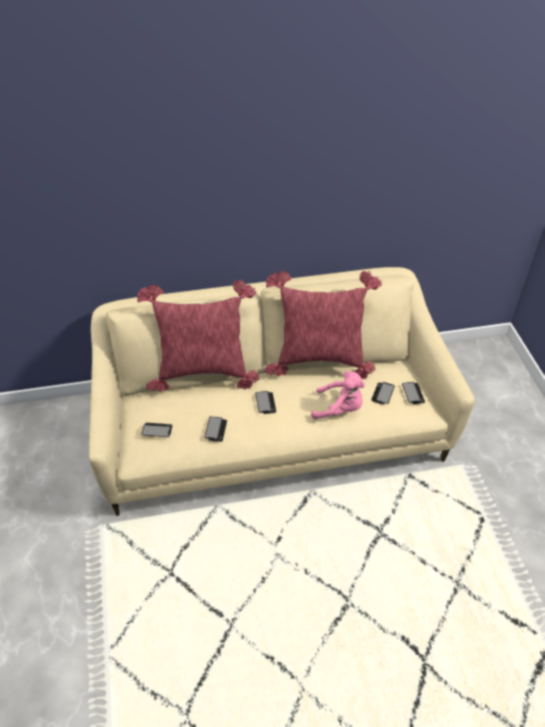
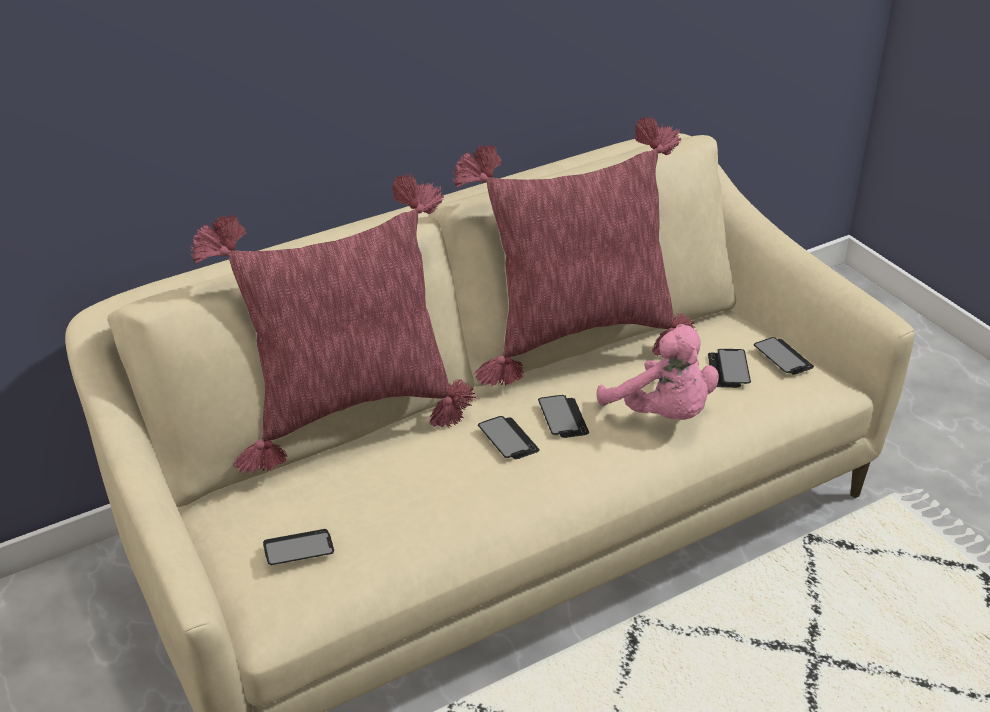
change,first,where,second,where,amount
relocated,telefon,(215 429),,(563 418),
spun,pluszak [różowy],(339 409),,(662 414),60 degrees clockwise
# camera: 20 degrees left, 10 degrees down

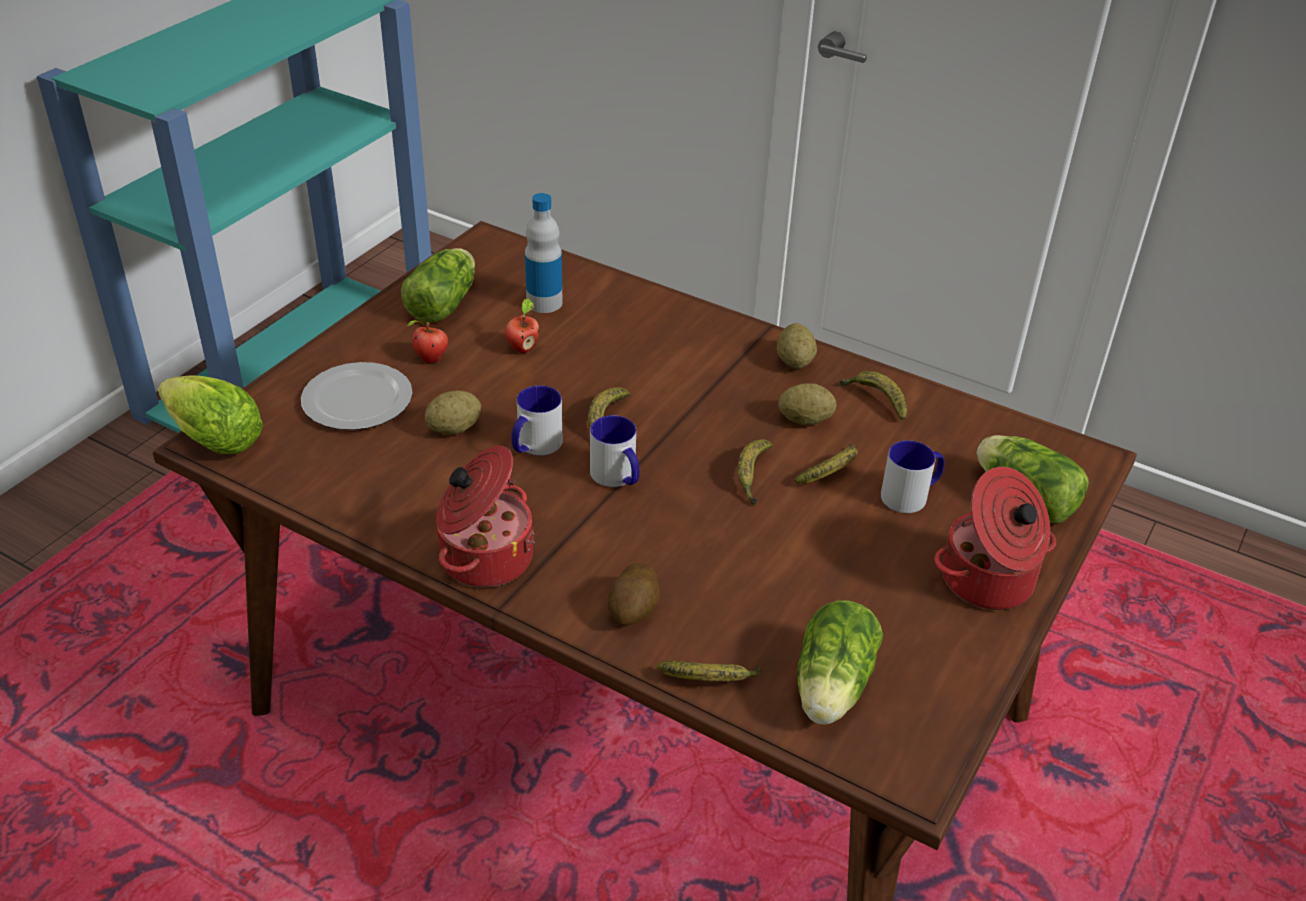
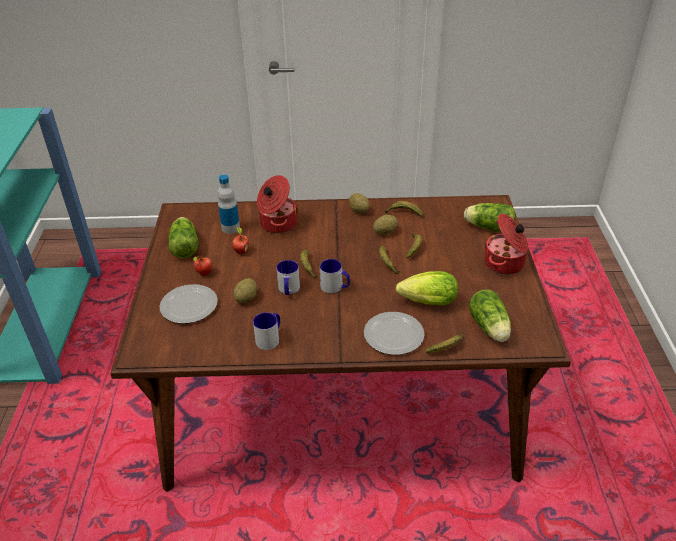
change,first,where,second,where,amount
relocated,sałata,(211 438),,(425 302),
relocated,garnek,(484 557),,(277 224),
exchanged,ziemniak,(633 610),talerz,(393 336),
relocated,kubek,(911 495),,(270 338),
# camera: 30 degrees left, 0 degrees up

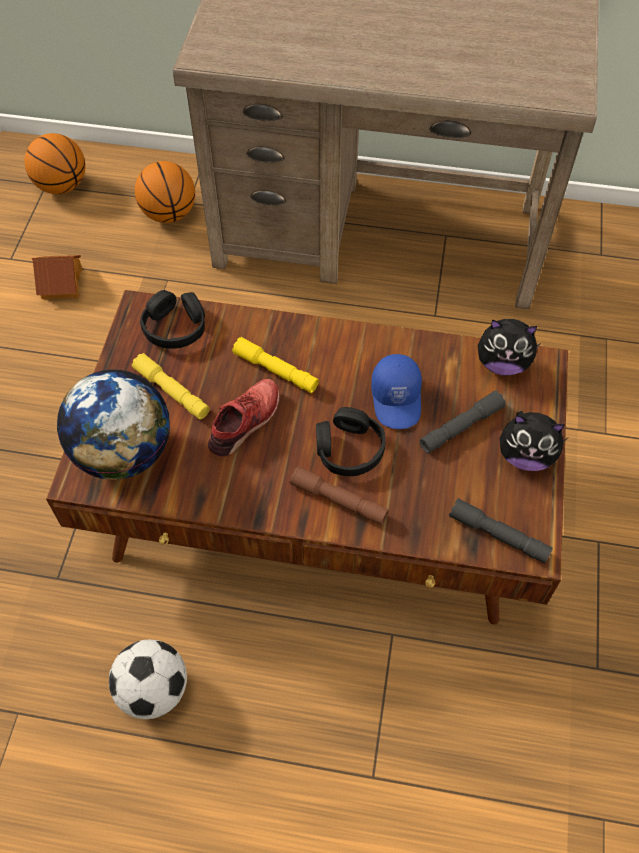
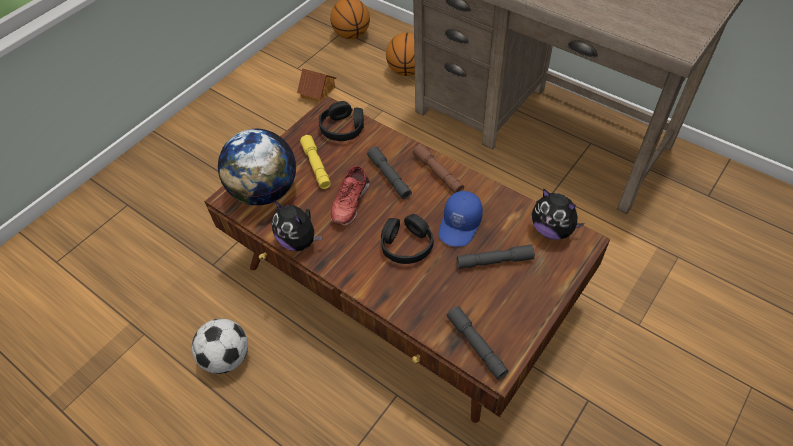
change,first,where,second,where,amount
spun,but [czerwony],(245 422),,(350 202),135 degrees clockwise
colour,latarka [żółty],(275 370),latarka [szary],(389 177),
relocated,latarka [brązowy],(338 500),,(438 173),
relocated,pluszak,(525 456),,(299 241),
# camera: 30 degrees right, 5 degrees down

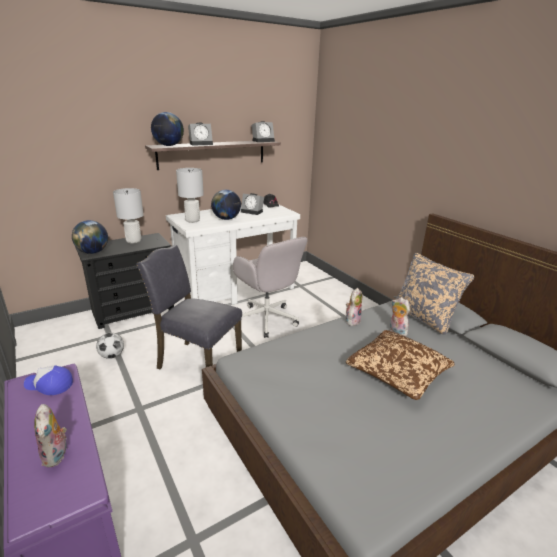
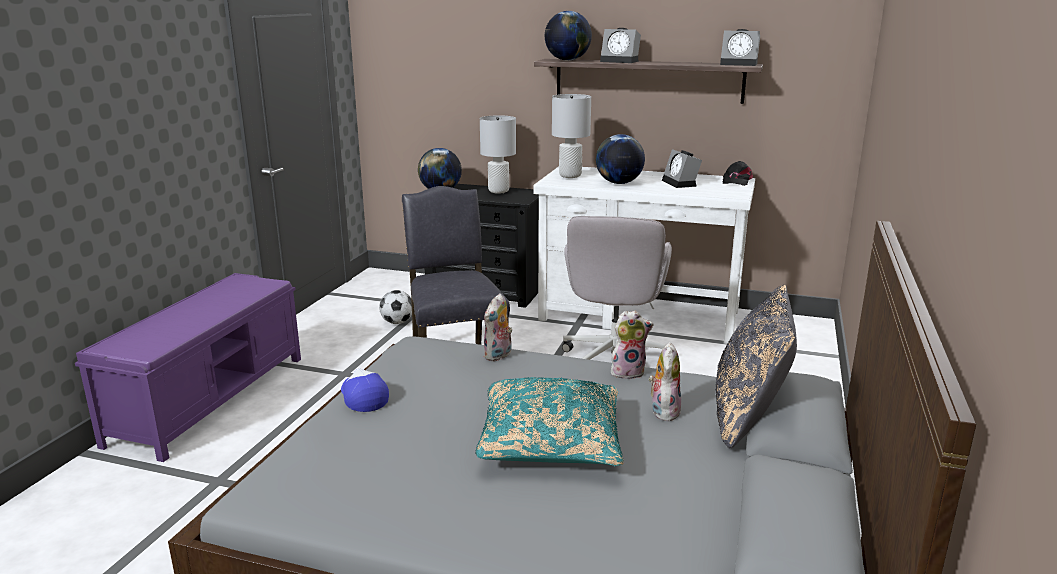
change,first,where,second,where,amount
relocated,czapka z daszkiem,(49 385),,(363 397),
relocated,pluszak,(57 455),,(498 356),
colour,poduszka [brązowy],(398 372),poduszka [turkusowy],(550 441),
# camera: 50 degrees right, 5 degrees down

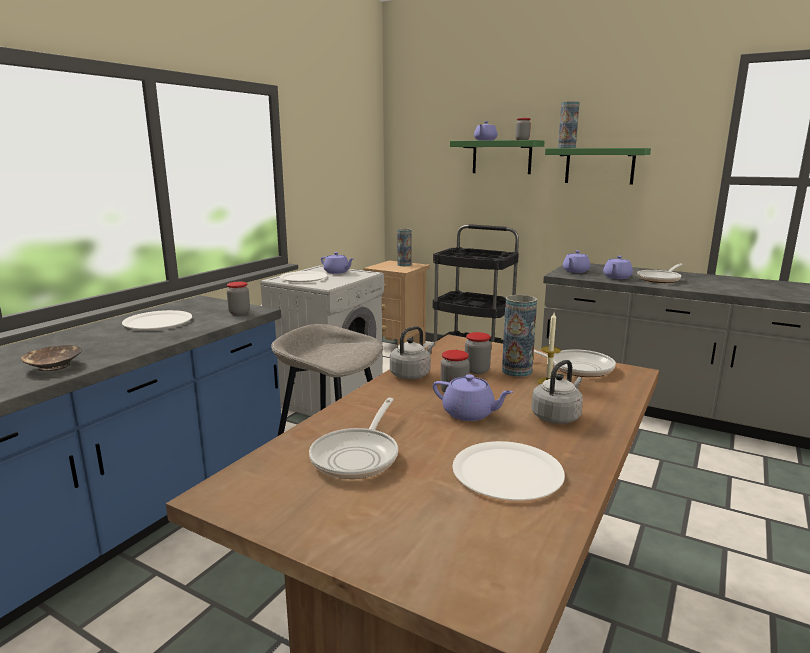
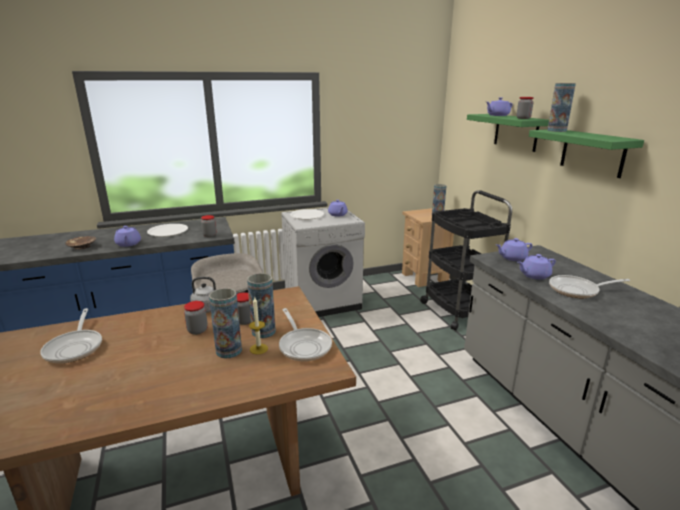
change,first,where,second,where,amount
spun,patelnia,(358 456),,(75 347),75 degrees counterclockwise
relocated,imbryk [fioletowy],(469 414),,(128 244),
missing,talerz [biały],(507 472),,,
missing,czajnik [szary],(557 416),,,
appeared,,,wazon,(229 351),
# camera: 40 degrees right, 5 degrees up

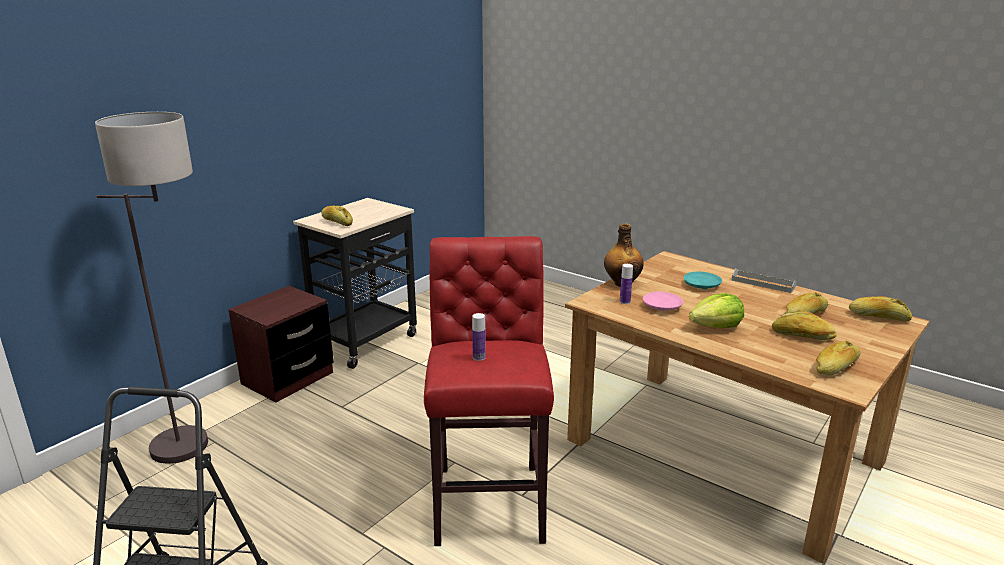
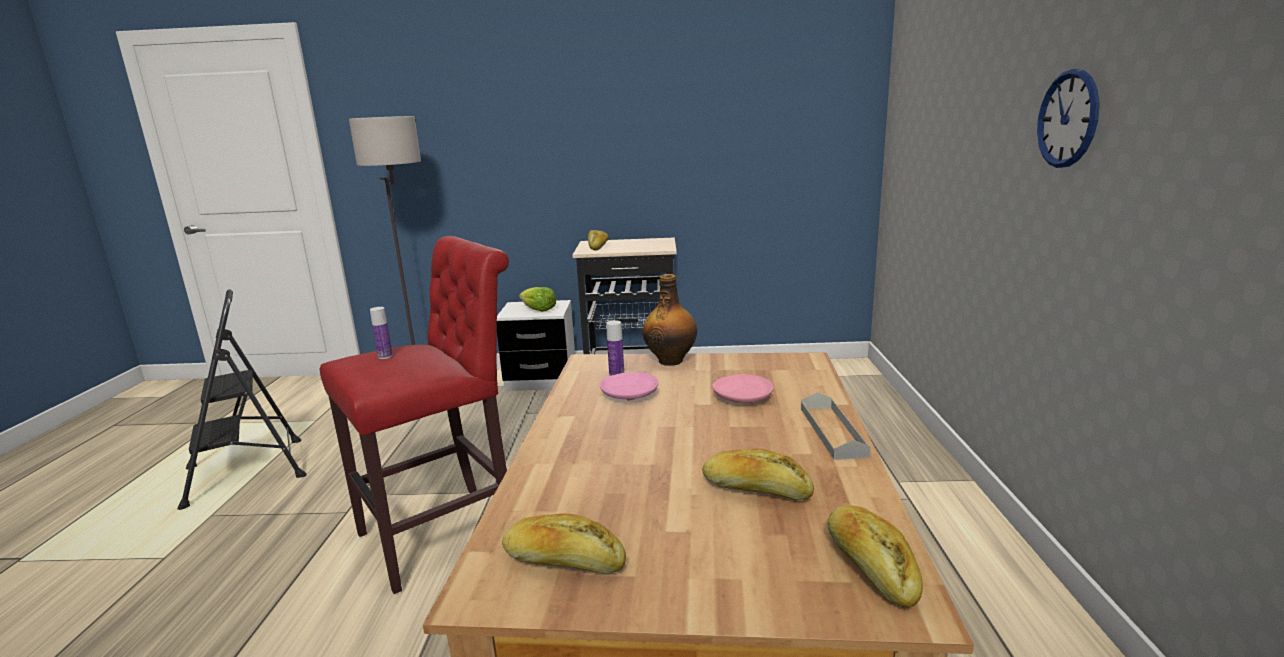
change,first,where,second,where,amount
colour,szafka nocna [brązowy],(288 378),szafka nocna [biały],(541 380),
colour,talerz [turkusowy],(701 285),talerz [różowy],(742 397),
relocated,sałata,(716 327),,(538 310),
missing,chleb,(802 336),,,
appeared,,,zegar ścienny,(1068 119),
# camera: 55 degrees right, 5 degrees down

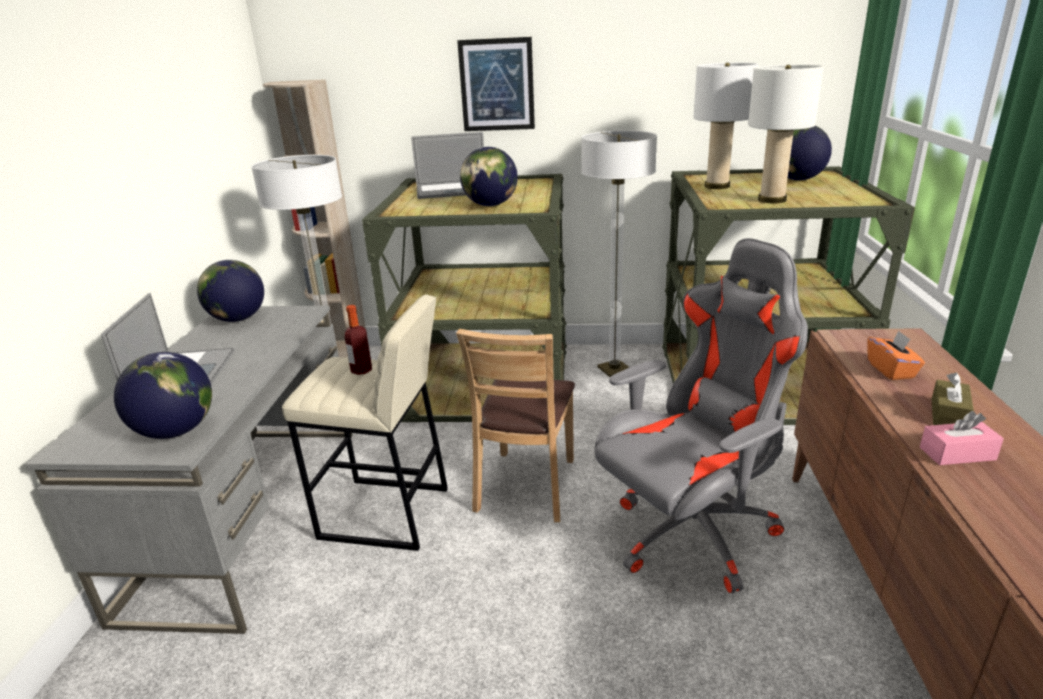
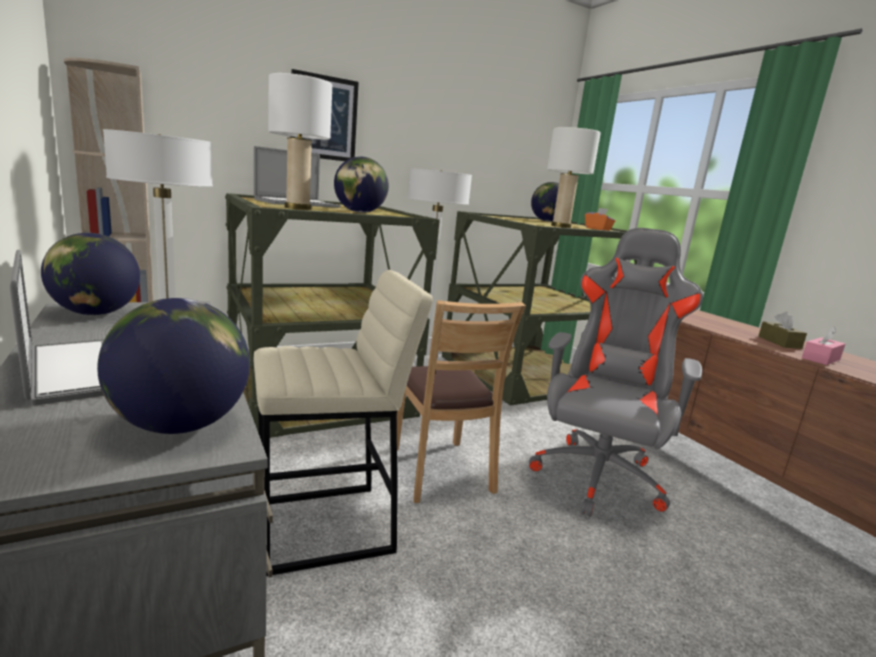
change,first,where,second,where,amount
missing,butelka,(361 370),,,
relocated,lampa stołowa [biały],(717 186),,(298 208),
relocated,pudełko chusteczek [pomarańczowy],(891 370),,(598 229),
# camera: 35 degrees left, 10 degrees down

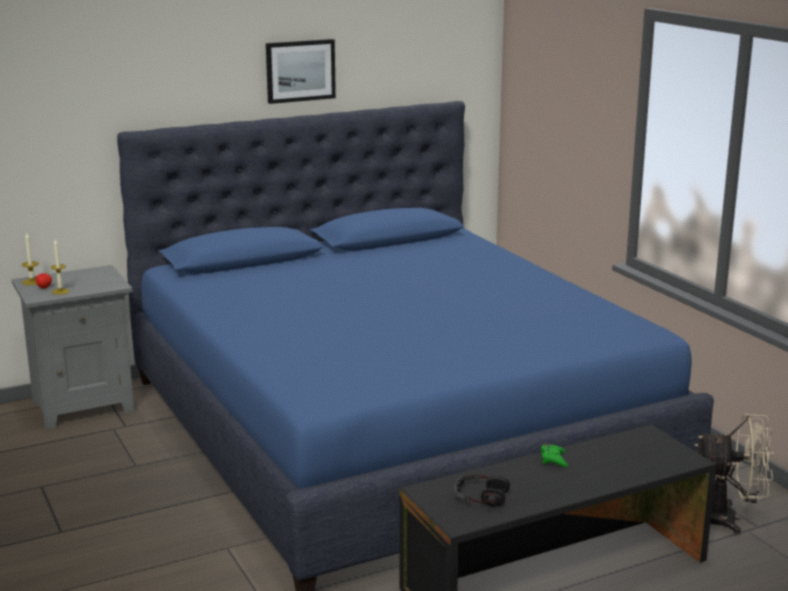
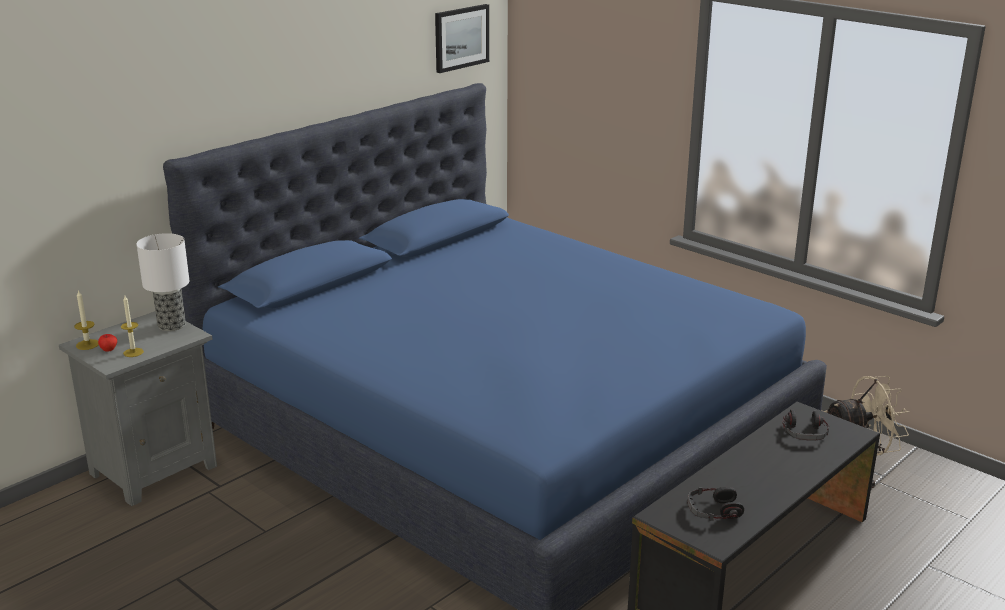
change,first,where,second,where,amount
relocated,obraz,(300 70),,(461 37),
missing,pad do gier [zielony],(553 459),,,
appeared,,,lampa stołowa,(172 325),
appeared,,,słuchawki,(805 432),
# camera: 20 degrees left, 5 degrees up

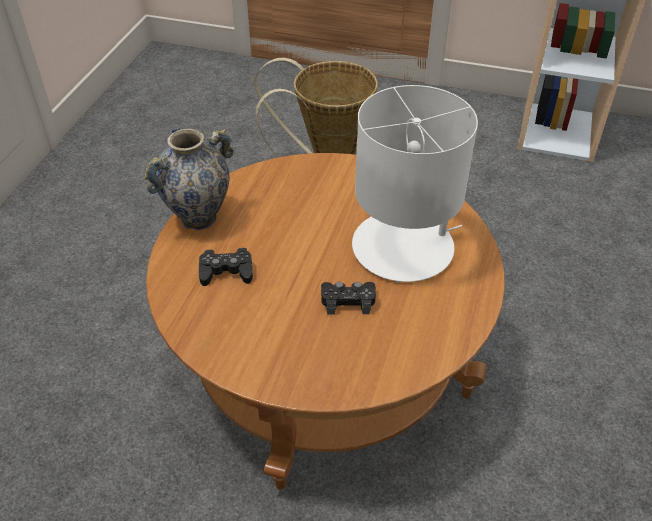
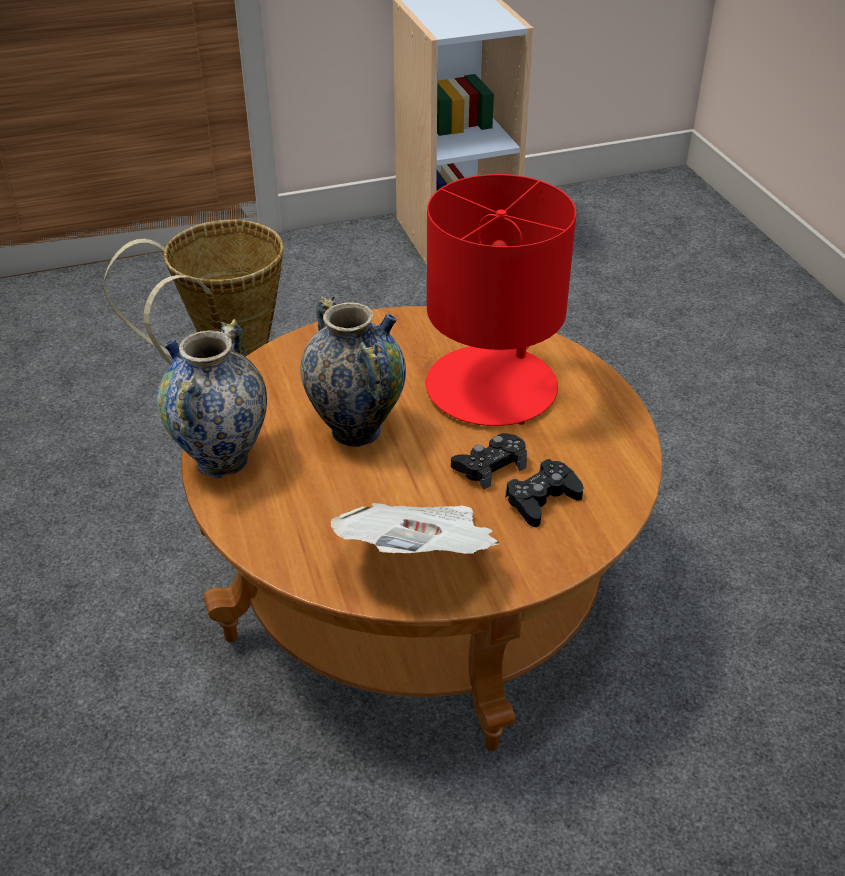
change,first,where,second,where,amount
relocated,pad do gier [czarny],(226 272),,(542 499),
colour,lampa stołowa [biały],(404 247),lampa stołowa [czerwony],(492 387),
appeared,,,wazon,(356 430),
appeared,,,gazeta,(420 558),
# camera: 35 degrees left, 5 degrees down

